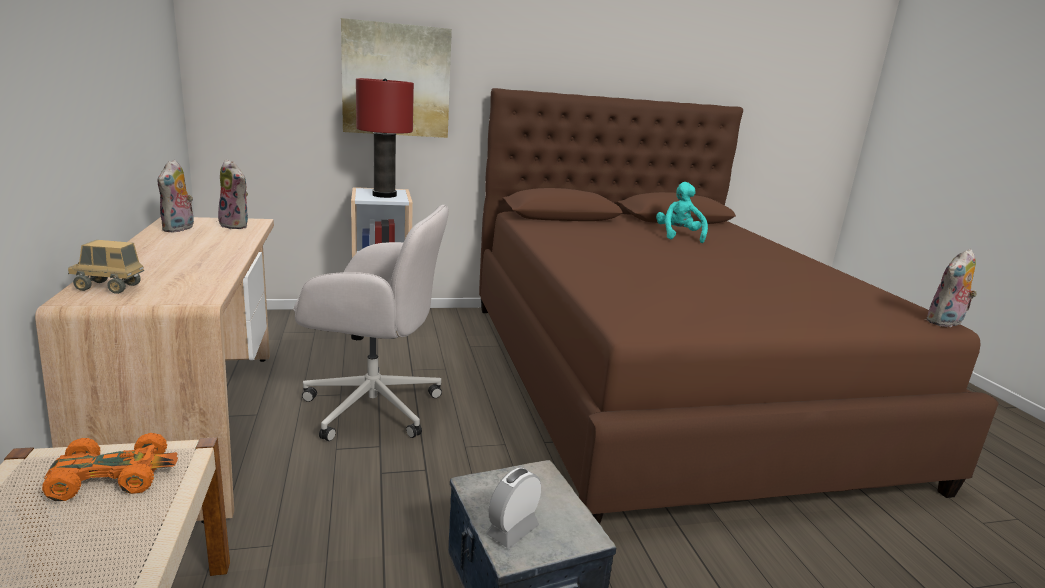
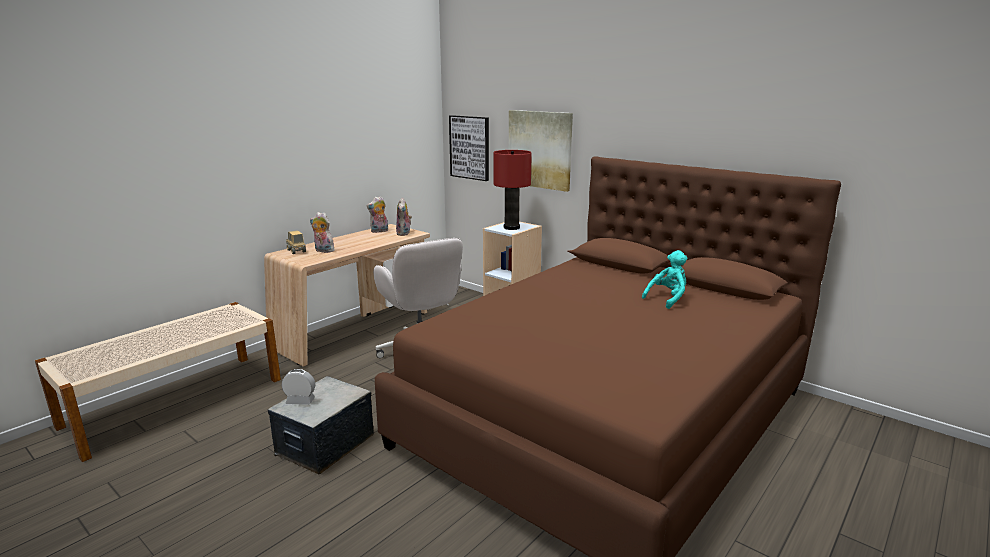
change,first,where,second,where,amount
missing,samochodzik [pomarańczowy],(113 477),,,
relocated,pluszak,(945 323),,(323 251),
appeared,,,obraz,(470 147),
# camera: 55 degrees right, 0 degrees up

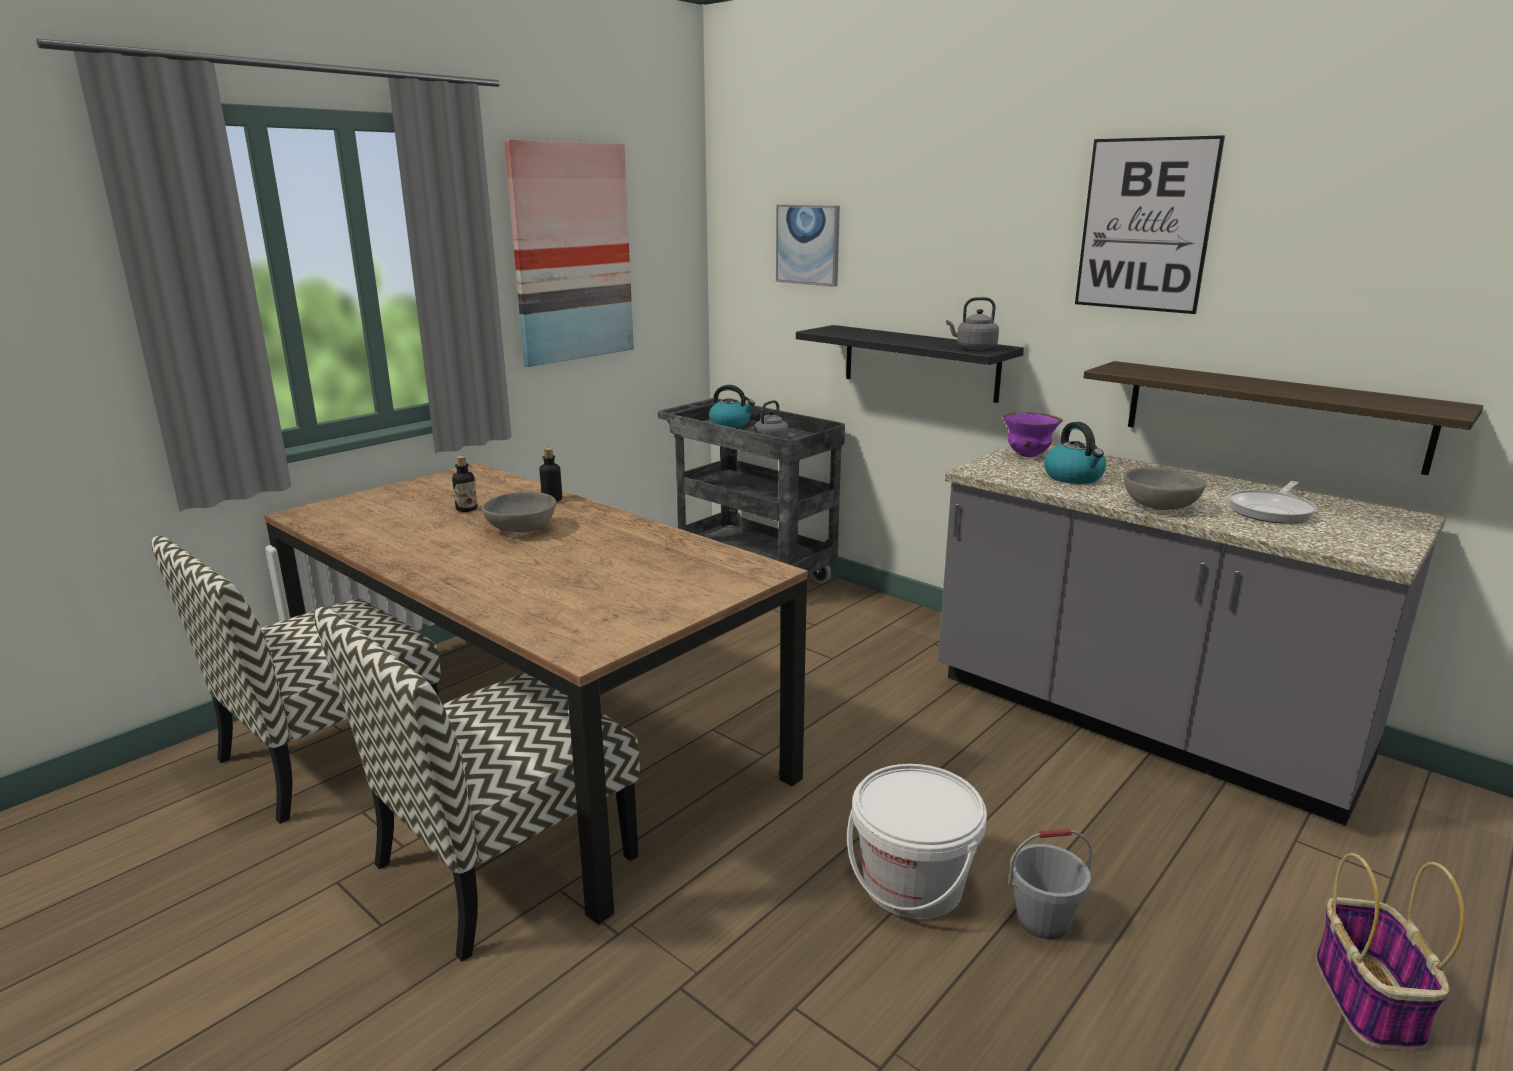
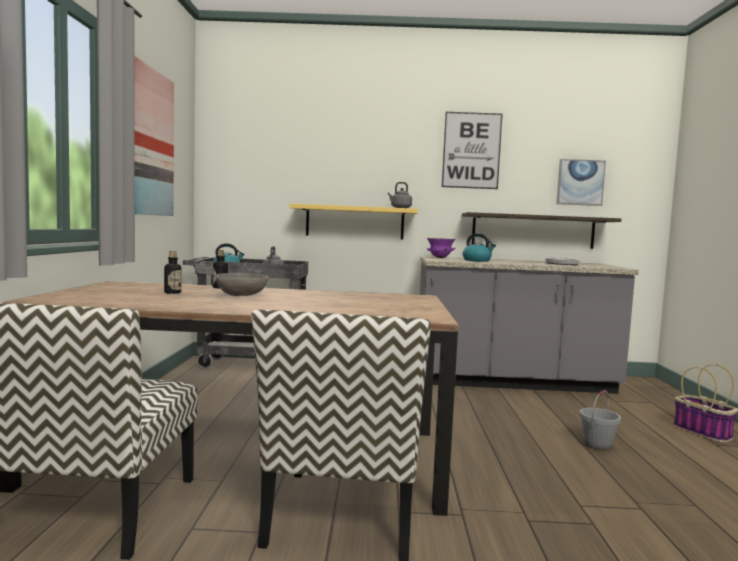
change,first,where,second,where,amount
relocated,obraz,(808 244),,(580 182),
colour,półka [czarny],(920 362),półka [żółty],(355 222),
missing,wiadro [biały],(912 884),,,
missing,miska [szary],(1160 506),,,
# camera: 40 degrees left, 15 degrees down

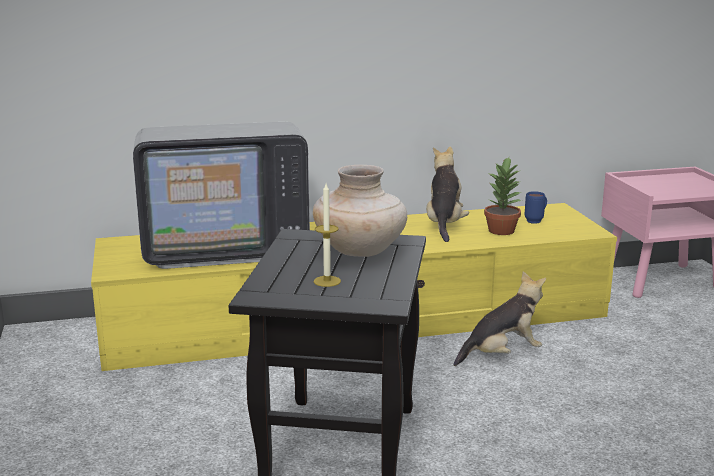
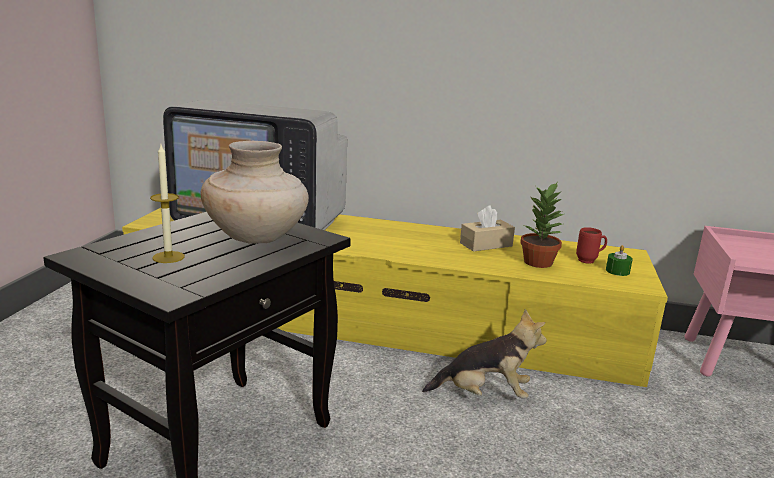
change,first,where,second,where,amount
exchanged,pluszak,(444 225),pudełko chusteczek [beżowy],(486 244),
colour,kubek [niebieski],(536 221),kubek [czerwony],(590 261),
appeared,,,świeca [zielony],(617 271),
# camera: 25 degrees right, 0 degrees up

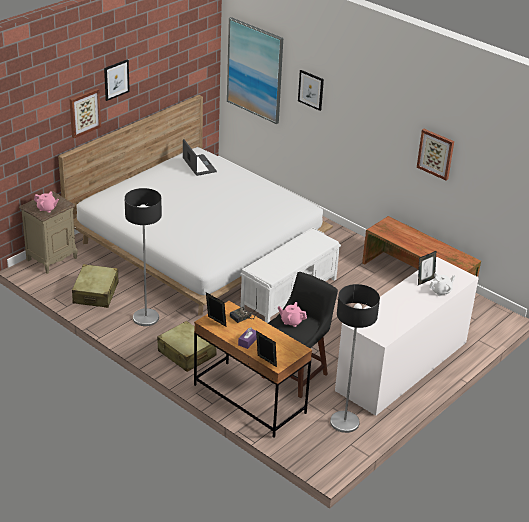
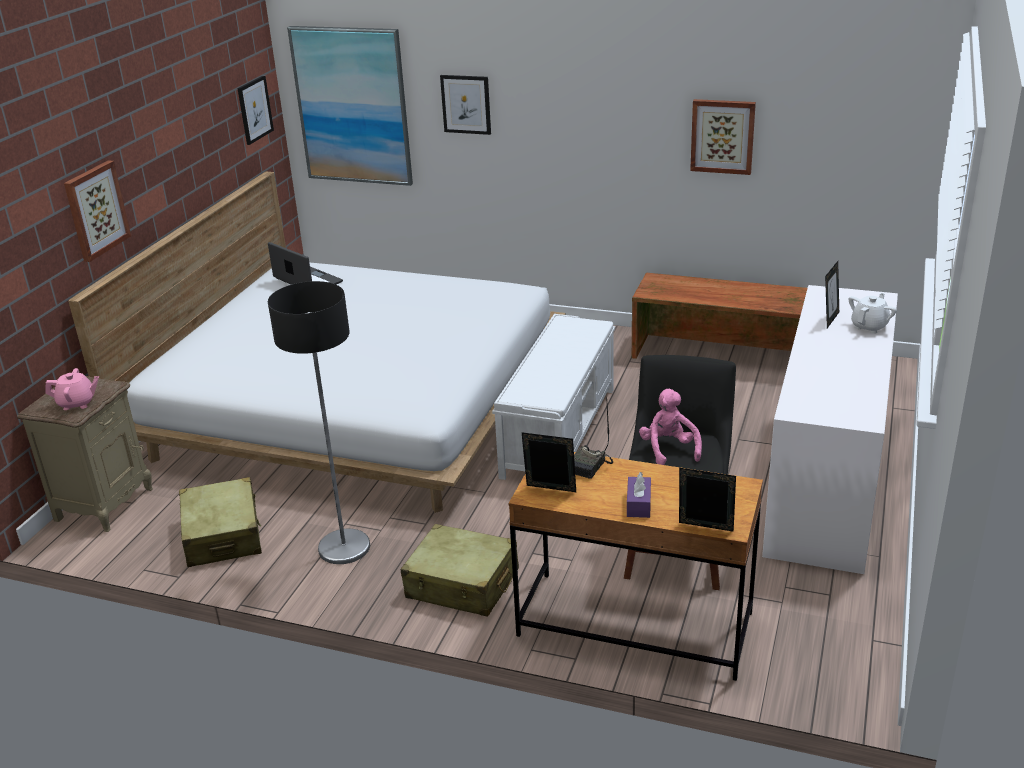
change,first,where,second,where,amount
relocated,obraz,(116 79),,(254 109),
exchanged,imbryk [różowy],(291 321),pluszak [różowy],(669 449),
missing,lampa stojąca,(344 422),,,
# camera: 20 degrees left, 5 degrees down

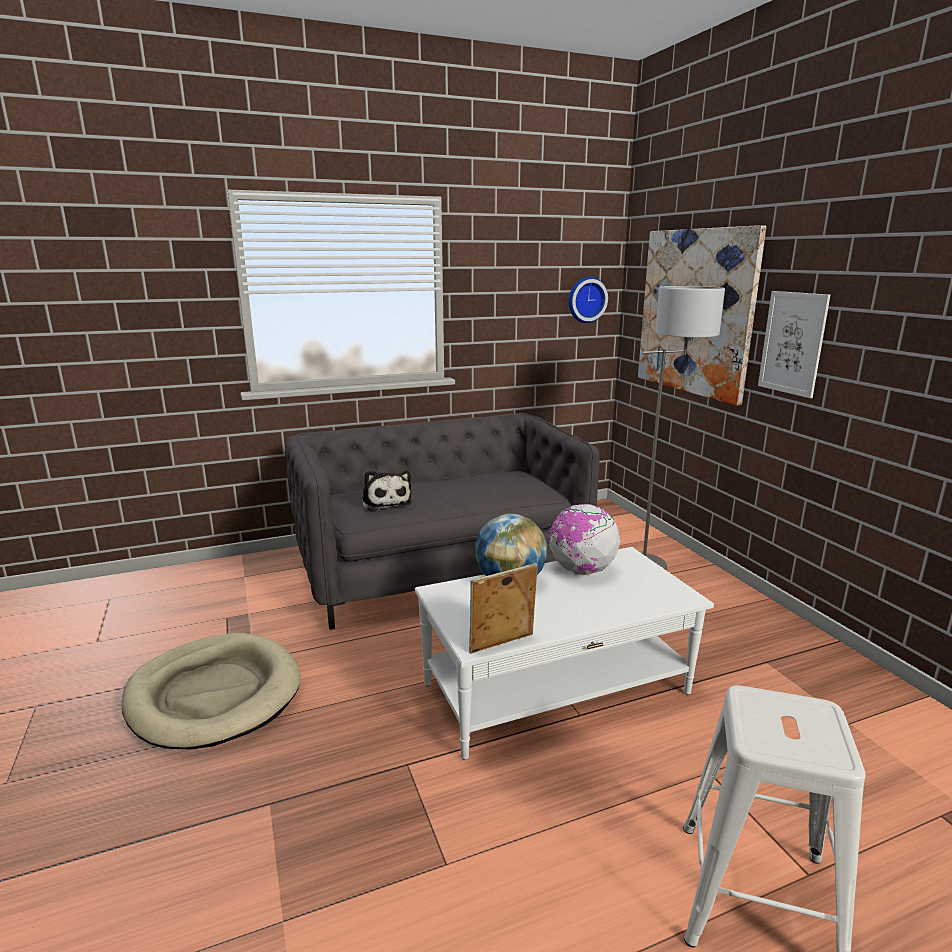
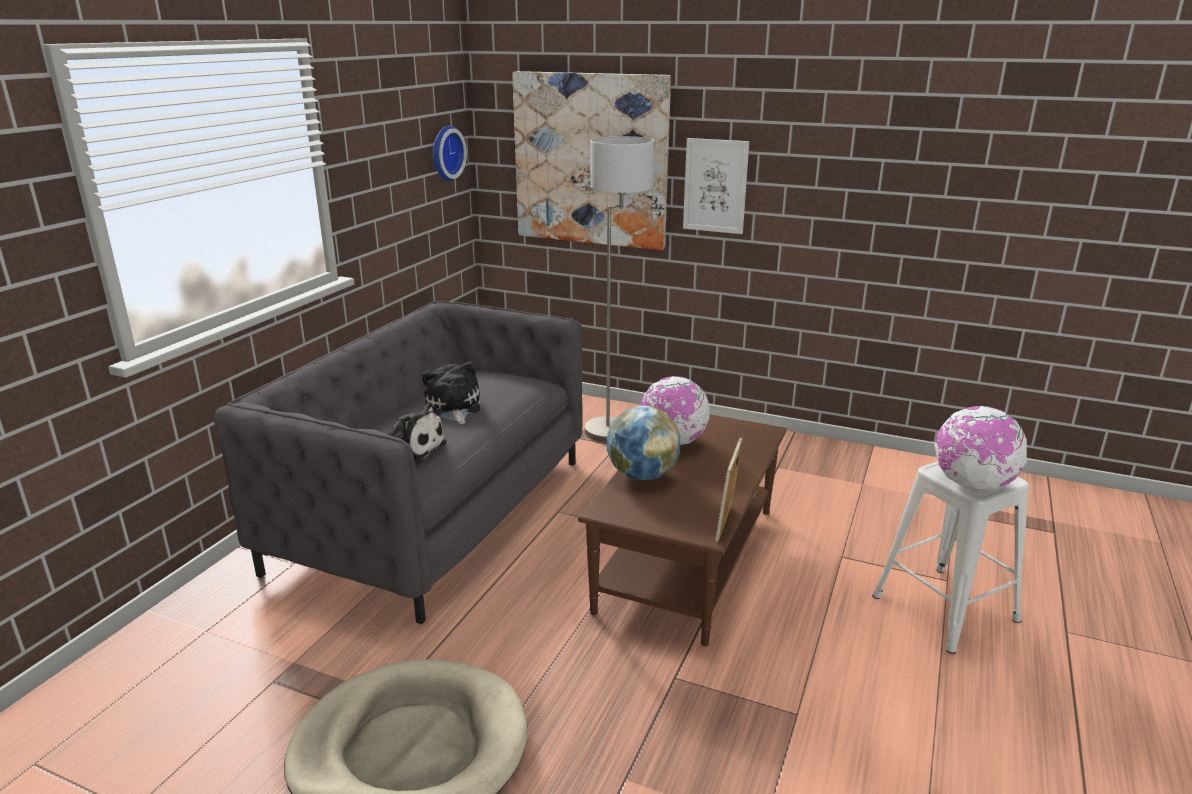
change,first,where,second,where,amount
colour,ława [biały],(557 688),ława [brązowy],(688 558),
appeared,,,pluszak,(453 408),
appeared,,,globus,(972 485),
# camera: 45 degrees left, 5 degrees up

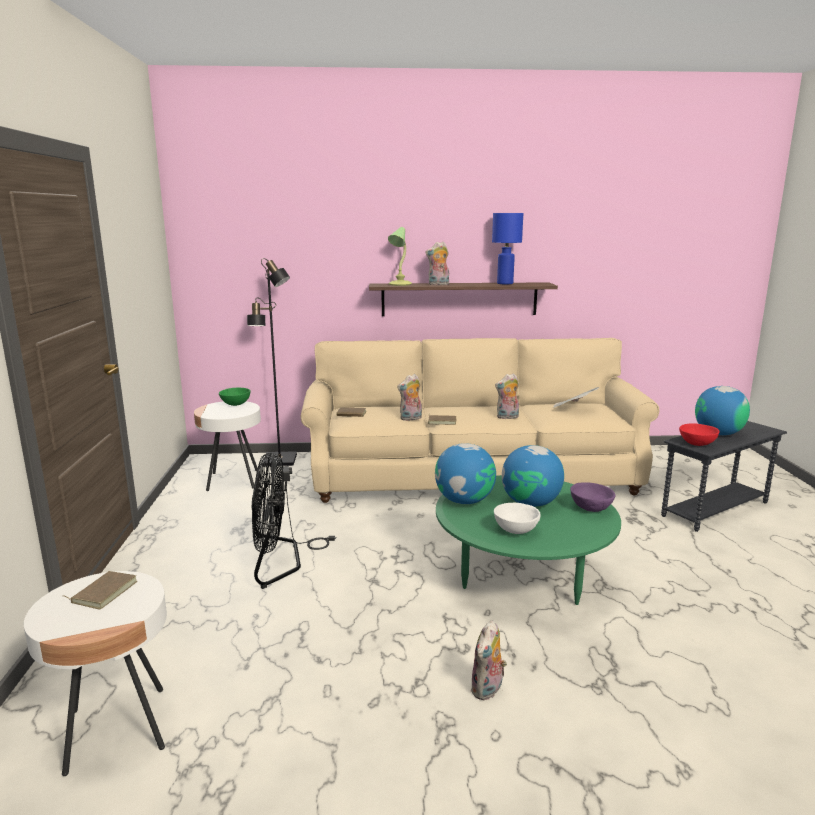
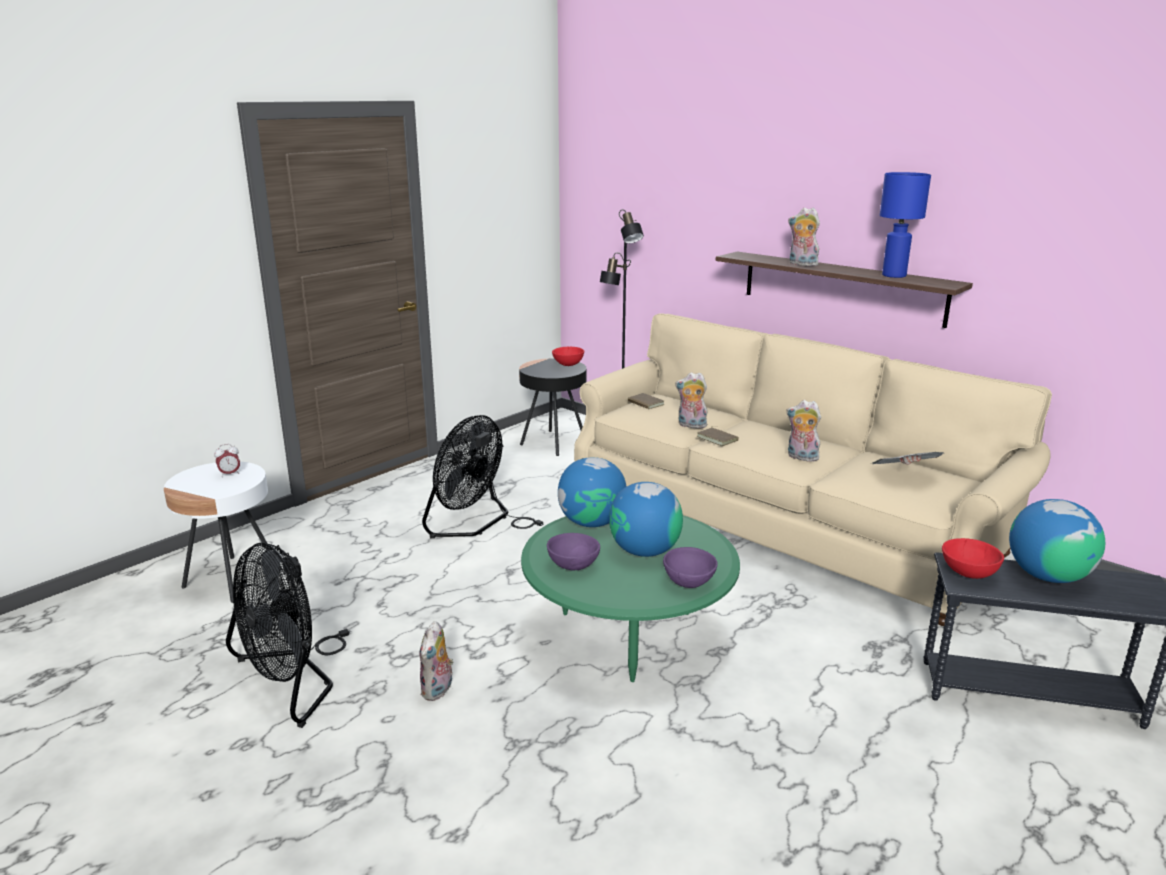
change,first,where,second,where,amount
exchanged,książka [brązowy],(103 592),budzik,(229 474),
colour,stolik [biały],(233 480),stolik [czarny],(553 443),
colour,miska [zielony],(235 405),miska [czerwony],(567 365),
missing,lampa stołowa,(399 284),,,
spun,pluszak,(488 690),,(438 691),60 degrees counterclockwise
colour,miska [biały],(515 530),miska [fioletowy],(573 565),
appeared,,,wentylator [czarny],(294 676),
# camera: 45 degrees right, 5 degrees up

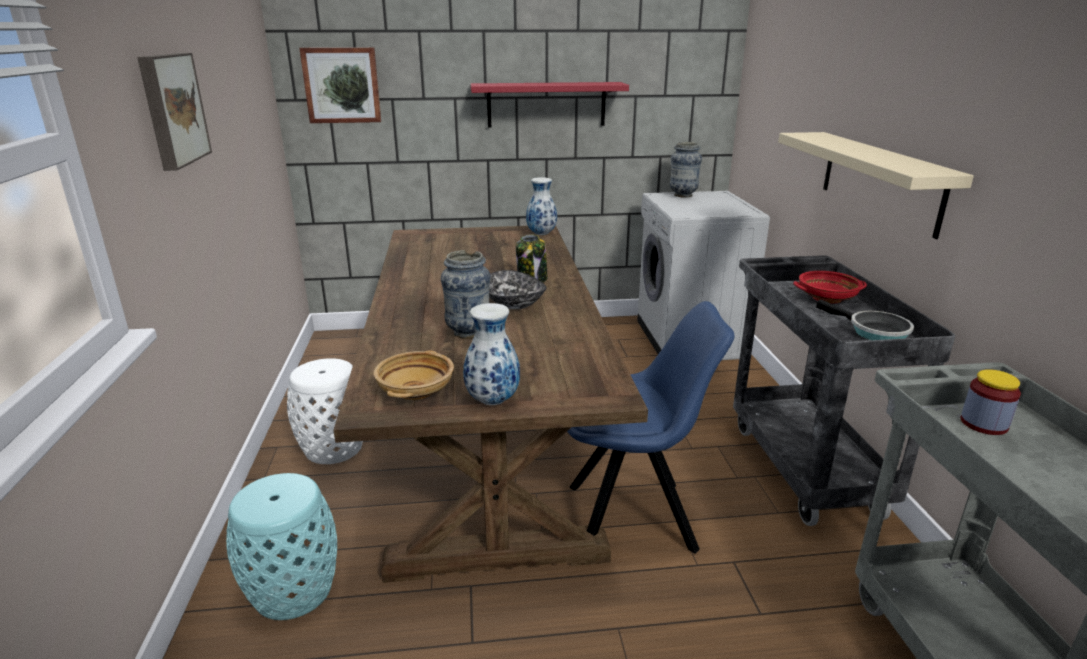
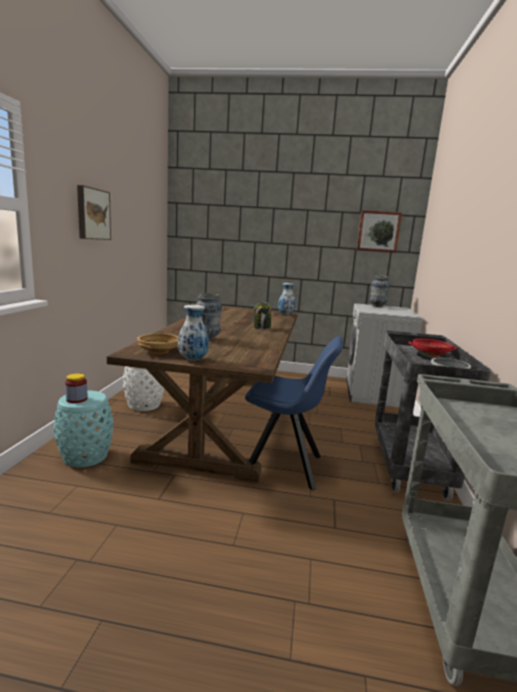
change,first,where,second,where,amount
relocated,obraz,(342 85),,(378 231),
missing,półka [czerwony],(546 104),,,
missing,miska,(513 304),,,
missing,półka [beżowy],(880 180),,,
relocated,słoik,(984 424),,(76 399),
# camera: 15 degrees right, 10 degrees down

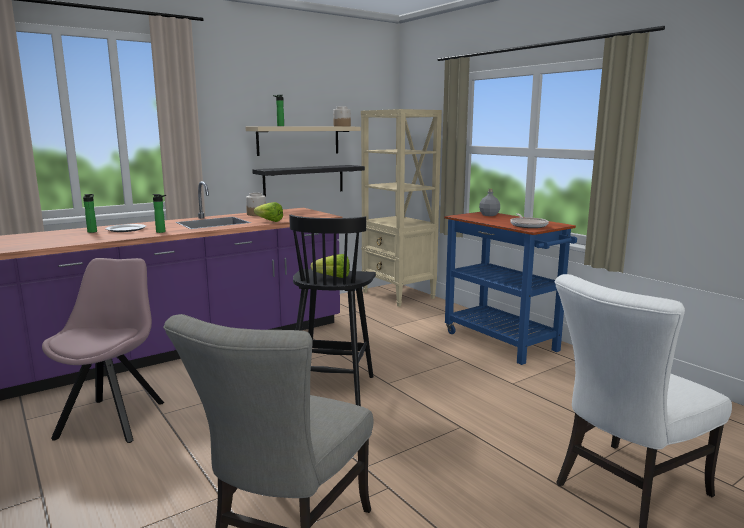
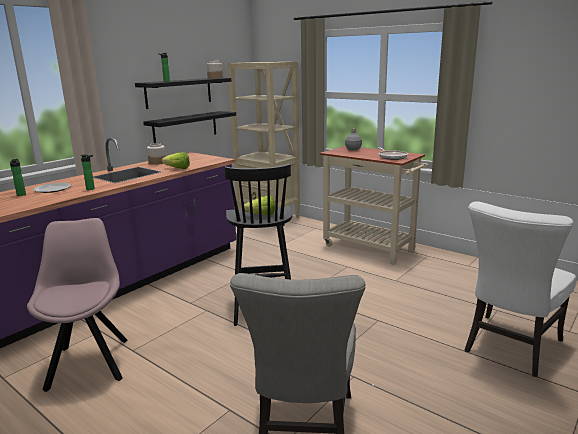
change,first,where,second,where,amount
colour,półka [beżowy],(298 140),półka [czarny],(179 92),
colour,wózek [niebieski],(502 342),wózek [beżowy],(370 248),
# camera: 15 degrees left, 5 degrees up

